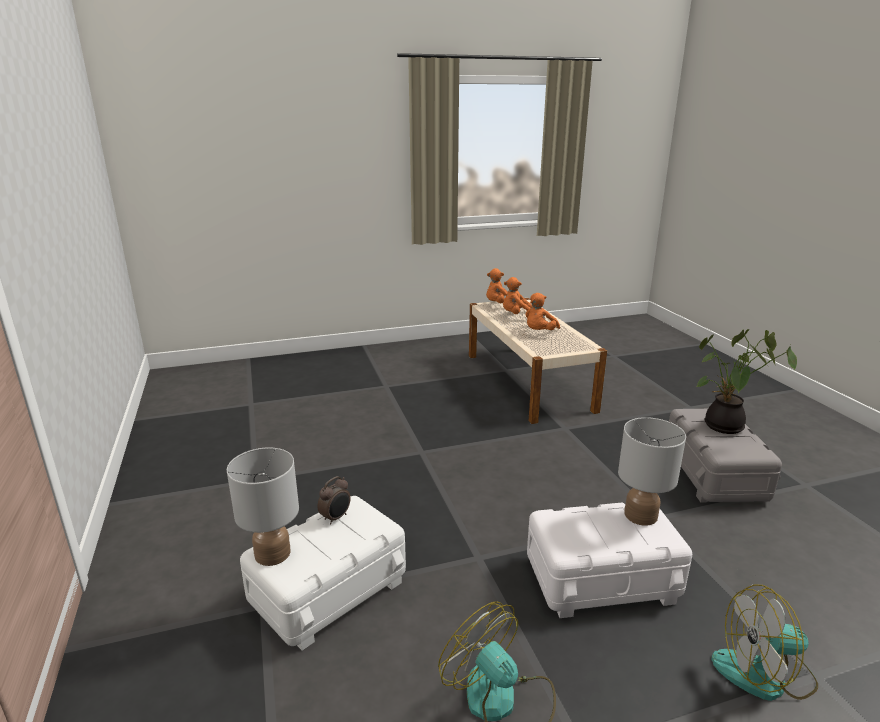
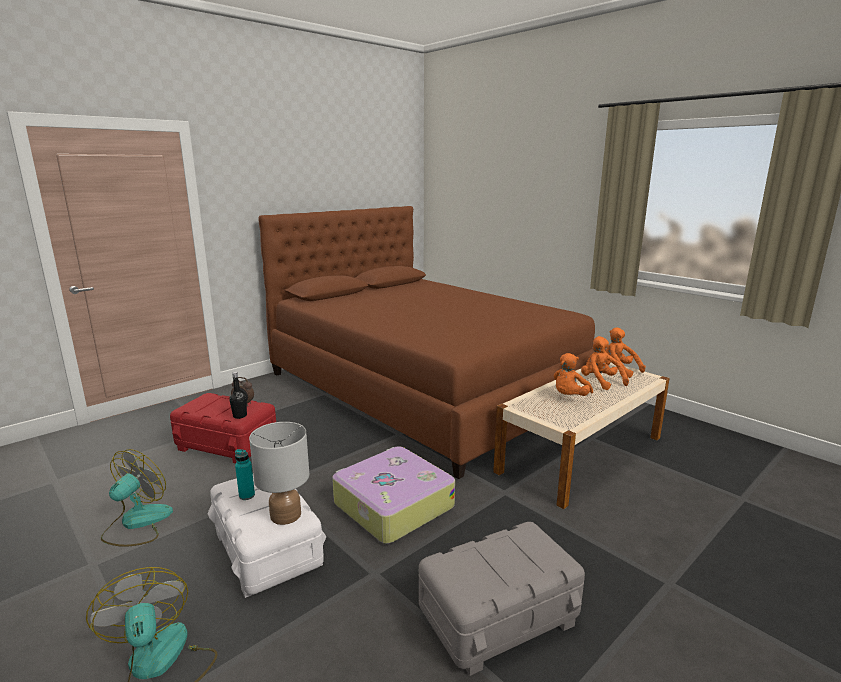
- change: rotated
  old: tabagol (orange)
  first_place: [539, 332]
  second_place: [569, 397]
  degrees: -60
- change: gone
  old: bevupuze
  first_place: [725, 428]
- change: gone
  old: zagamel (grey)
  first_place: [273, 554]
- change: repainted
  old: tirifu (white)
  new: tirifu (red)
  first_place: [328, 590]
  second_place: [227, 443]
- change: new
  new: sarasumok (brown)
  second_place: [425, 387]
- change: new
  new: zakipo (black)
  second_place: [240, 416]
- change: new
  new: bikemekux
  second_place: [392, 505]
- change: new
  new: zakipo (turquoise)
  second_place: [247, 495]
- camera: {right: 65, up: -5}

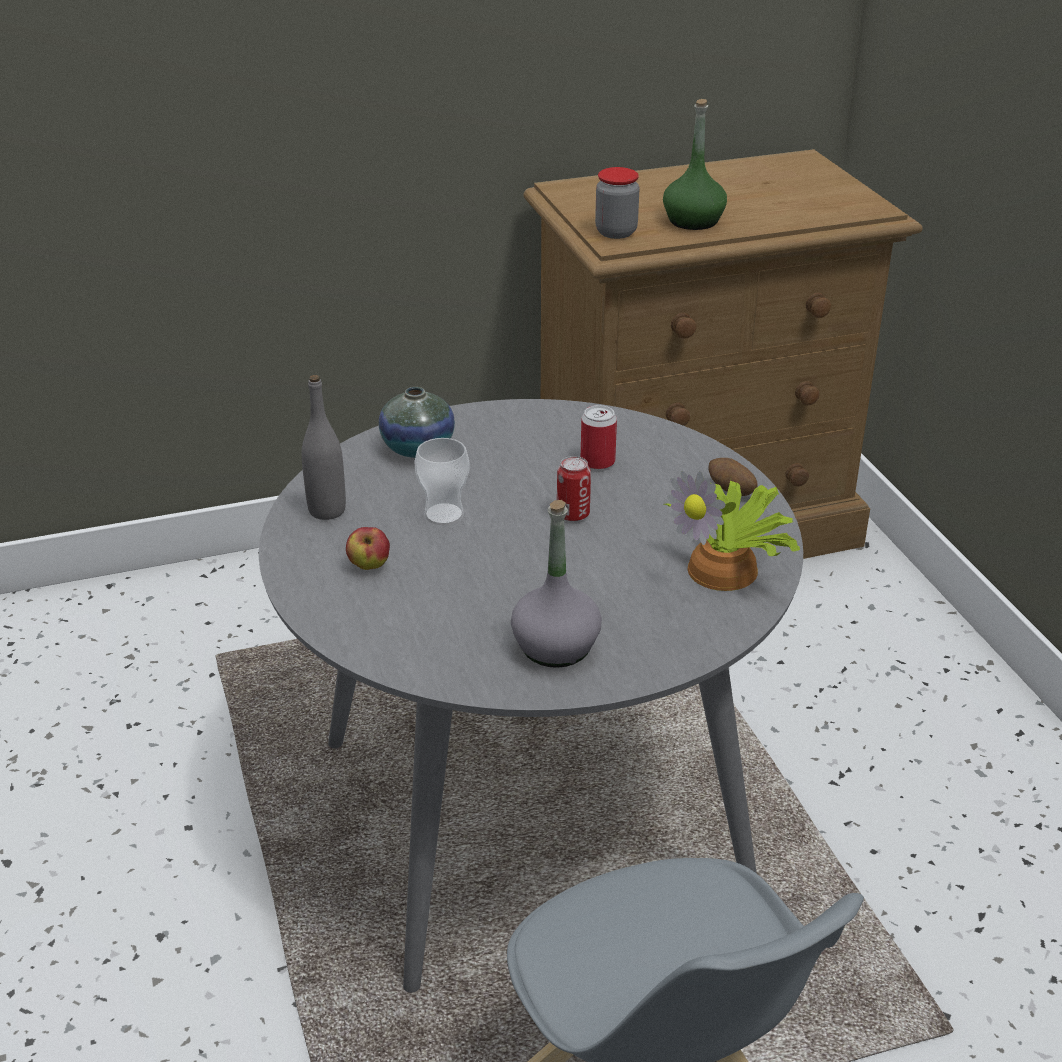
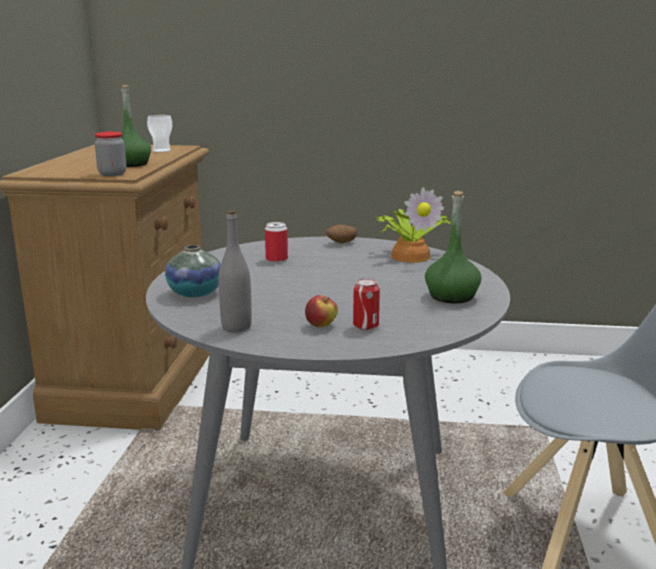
- change: shifted
  old: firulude
  first_place: [444, 515]
  second_place: [161, 151]
- change: shifted
  old: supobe
  first_place: [573, 514]
  second_place: [365, 326]
- change: repainted
  old: zakipo (grey)
  new: zakipo (green)
  first_place: [555, 647]
  second_place: [452, 296]
- camera: {right: -65, up: -15}

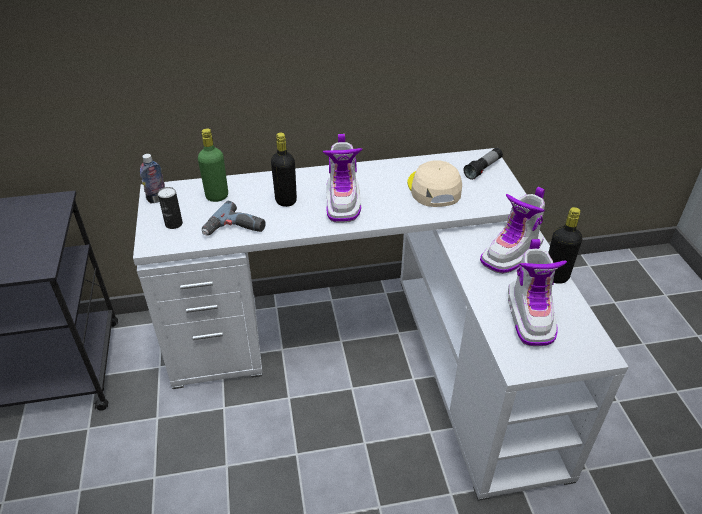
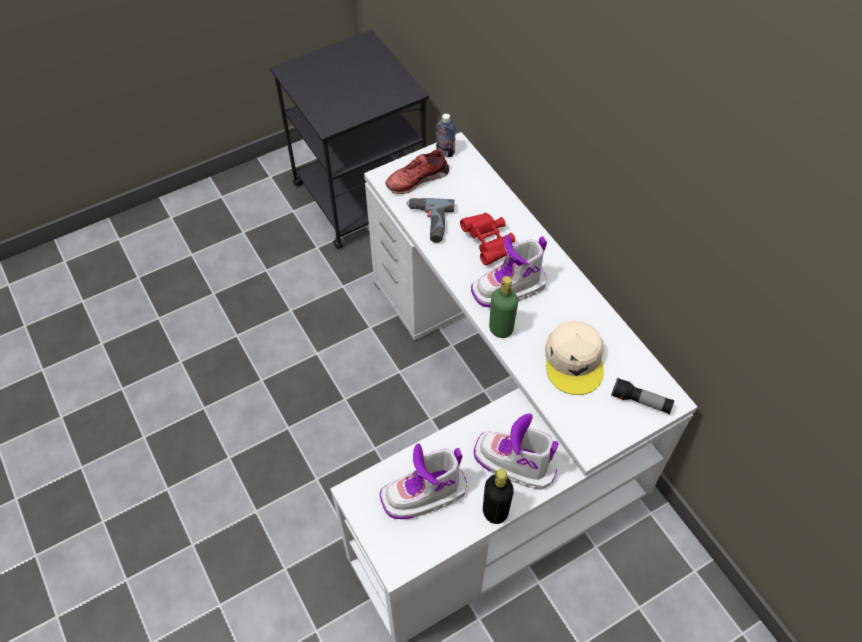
- change: shifted
  old: zakipo (green)
  first_place: [217, 196]
  second_place: [501, 329]
- change: swapped
  old: zakipo (black)
  new: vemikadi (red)
  first_place: [286, 201]
  second_place: [489, 243]
- change: rotated
  old: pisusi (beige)
  first_place: [433, 188]
  second_place: [574, 361]
  degrees: 120
- change: swapped
  old: supobe
  new: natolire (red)
  first_place: [174, 224]
  second_place: [417, 178]
- camera: {right: 70, up: 15}

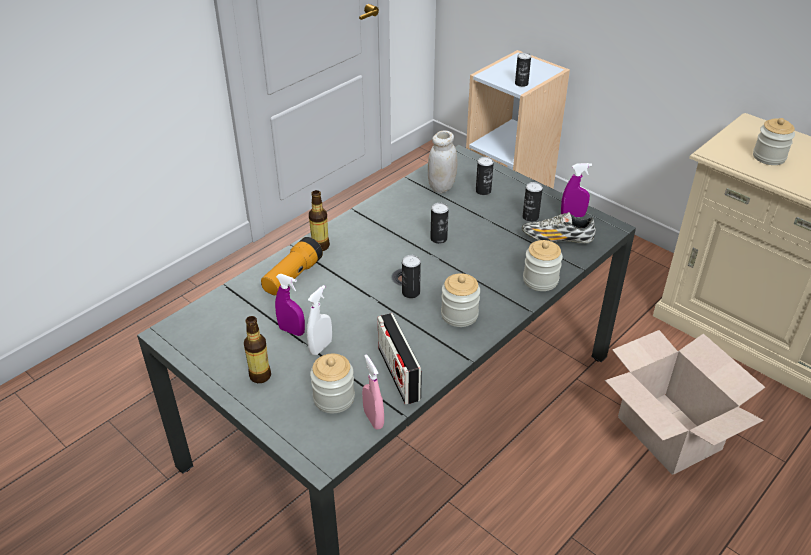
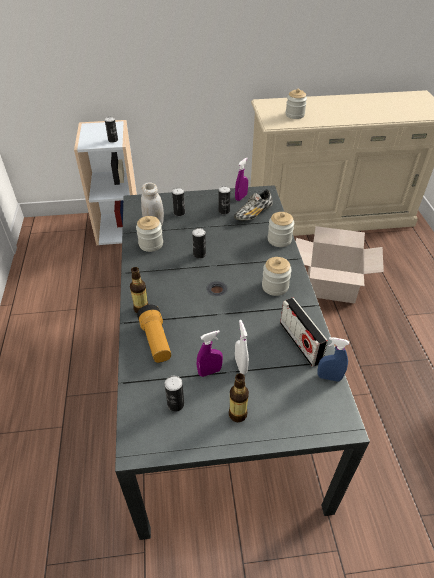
- change: shifted
  old: supobe
  first_place: [411, 292]
  second_place: [175, 404]
- change: rotated
  old: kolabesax
  first_place: [398, 374]
  second_place: [300, 342]
  degrees: 45
- change: shifted
  old: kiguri
  first_place: [334, 398]
  second_place: [151, 244]
- change: repainted
  old: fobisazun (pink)
  new: fobisazun (blue)
  first_place: [373, 419]
  second_place: [329, 377]
- camera: {right: -50, up: 5}

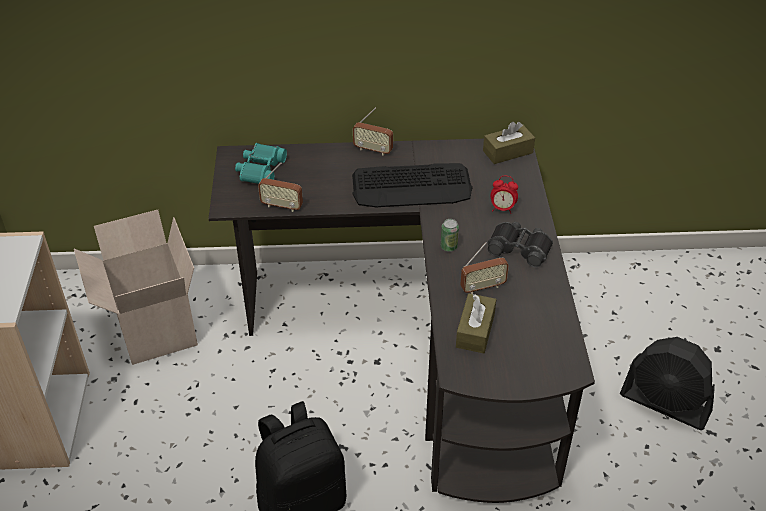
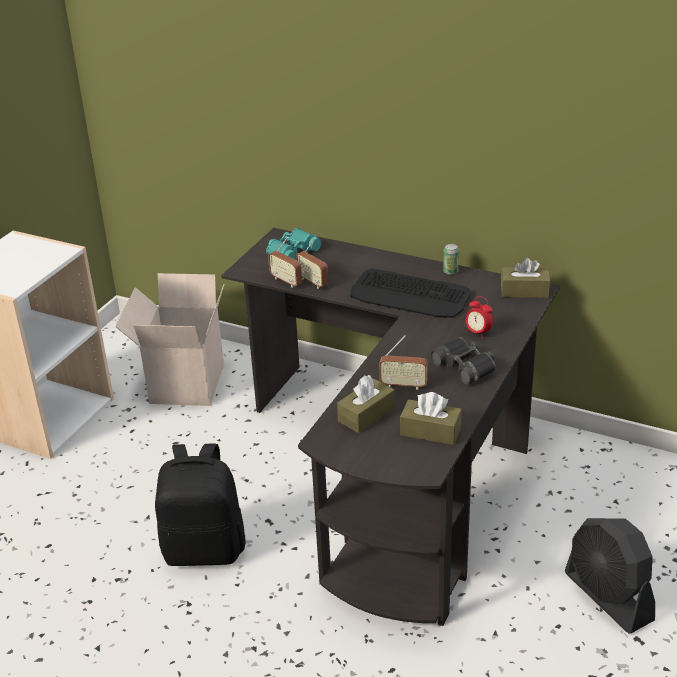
- change: shifted
  old: kolabesax
  first_place: [373, 150]
  second_place: [313, 282]
- change: shifted
  old: supobe
  first_place: [448, 247]
  second_place: [450, 271]
- change: new
  new: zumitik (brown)
  second_place: [430, 431]
- camera: {right: 30, up: -10}

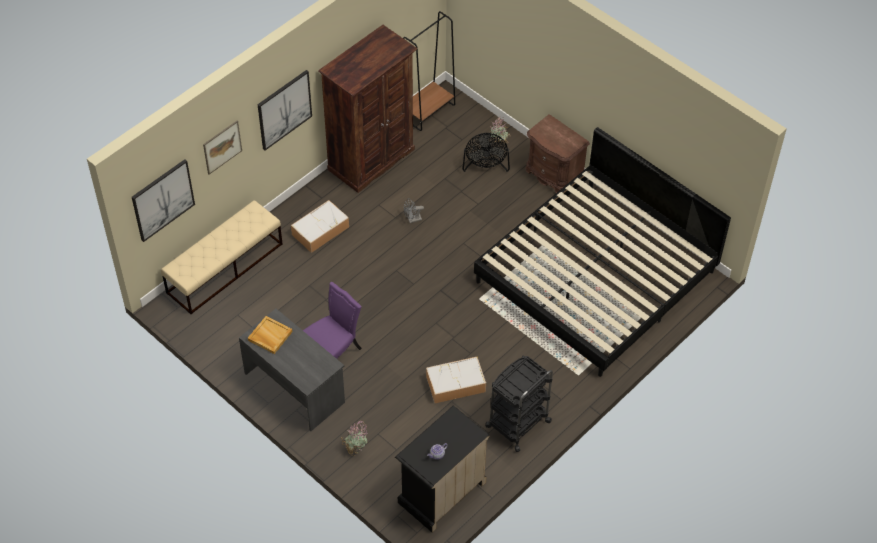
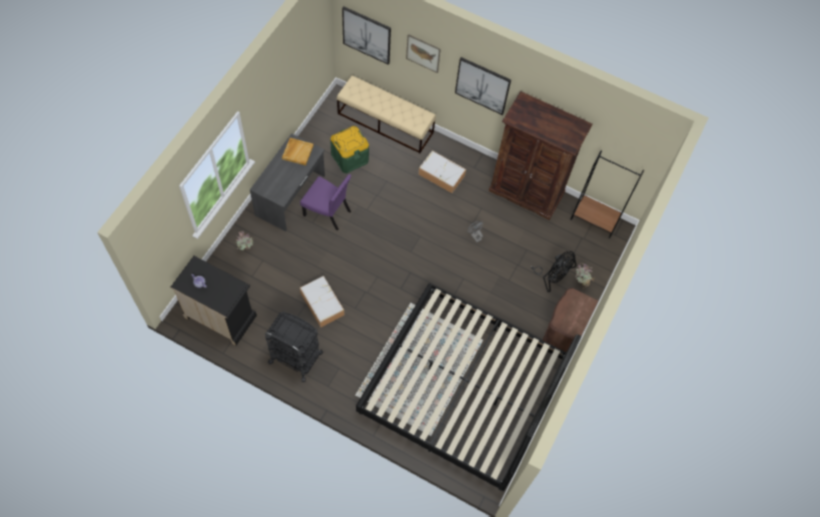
- change: rotated
  old: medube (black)
  first_place: [483, 164]
  second_place: [553, 275]
  degrees: -120
- change: new
  new: tirifu (green)
  second_place: [350, 158]
- camera: {right: 70, up: 10}

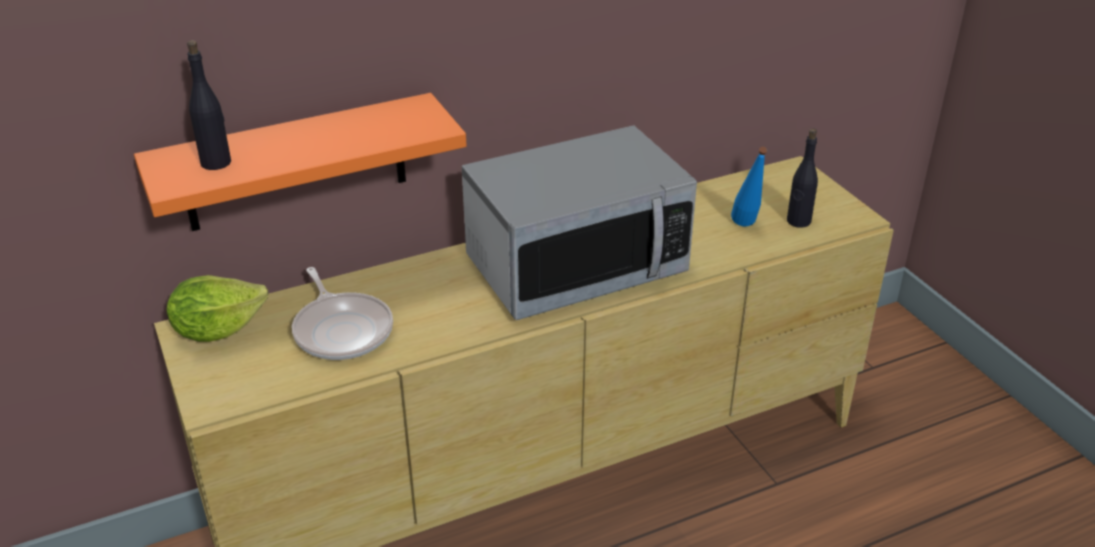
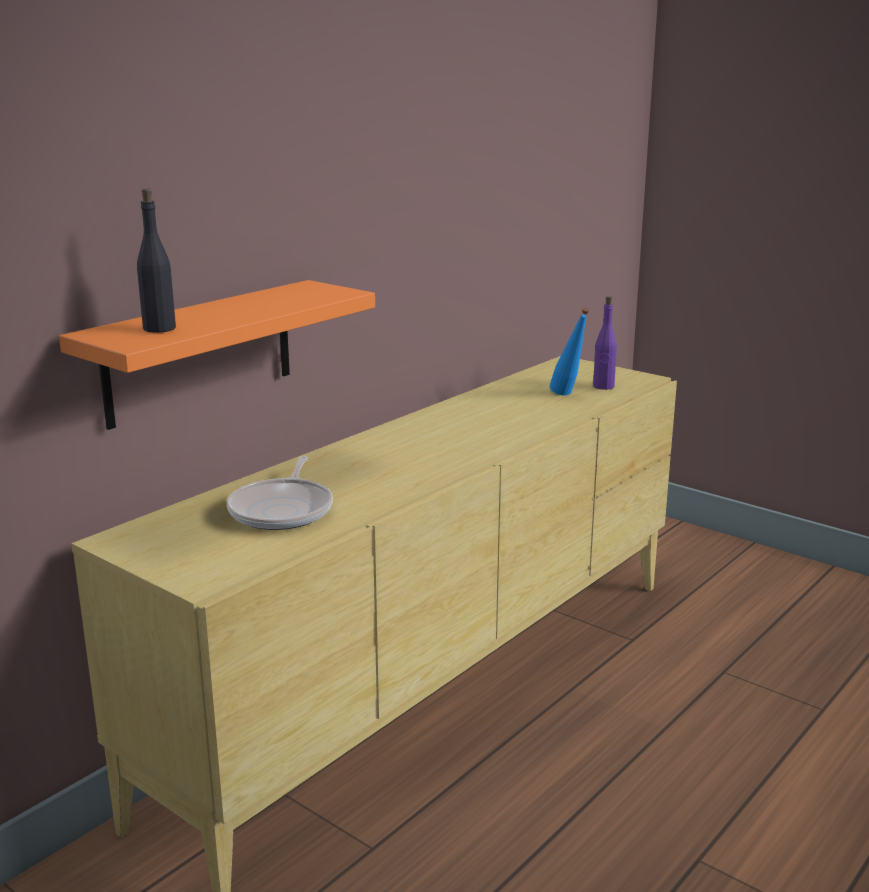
- change: gone
  old: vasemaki
  first_place: [576, 266]
- change: repainted
  old: zakipo (black)
  new: zakipo (purple)
  first_place: [798, 221]
  second_place: [603, 386]
- change: rotated
  old: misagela
  first_place: [342, 330]
  second_place: [283, 510]
  degrees: 60
- change: gone
  old: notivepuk
  first_place: [217, 329]
- camera: {right: -25, up: -15}

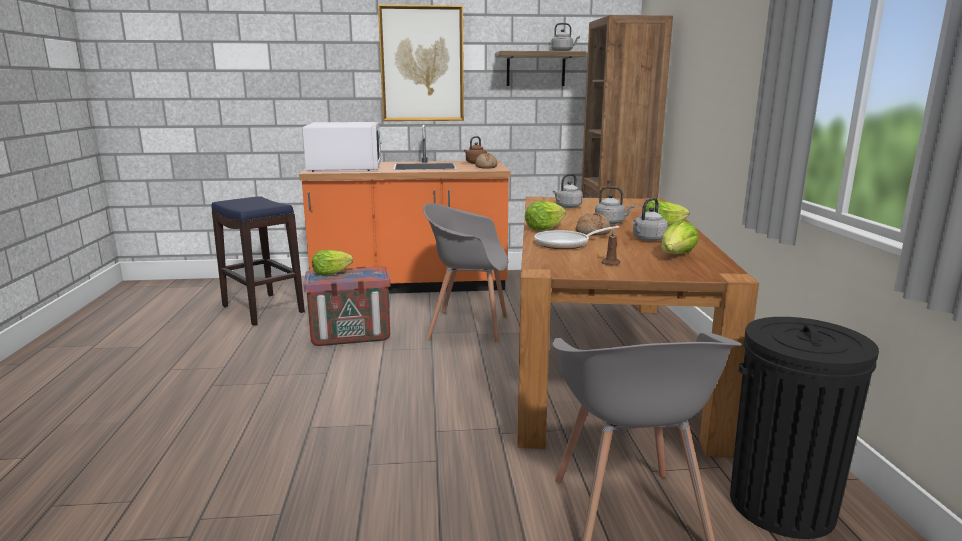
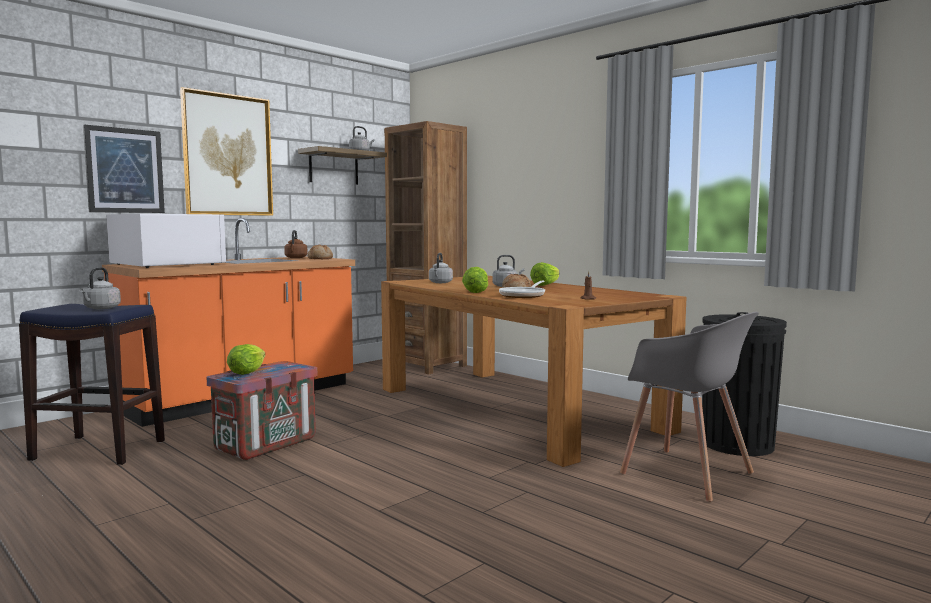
- change: shifted
  old: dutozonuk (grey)
  first_place: [648, 239]
  second_place: [101, 308]
- change: gone
  old: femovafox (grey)
  first_place: [467, 327]
- change: gone
  old: notivepuk
  first_place: [676, 256]
- change: new
  new: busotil
  second_place: [124, 170]
- camera: {right: -40, up: -10}

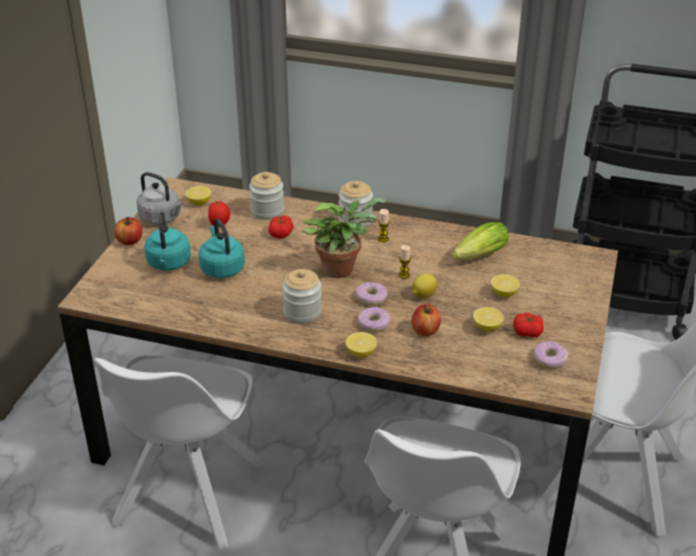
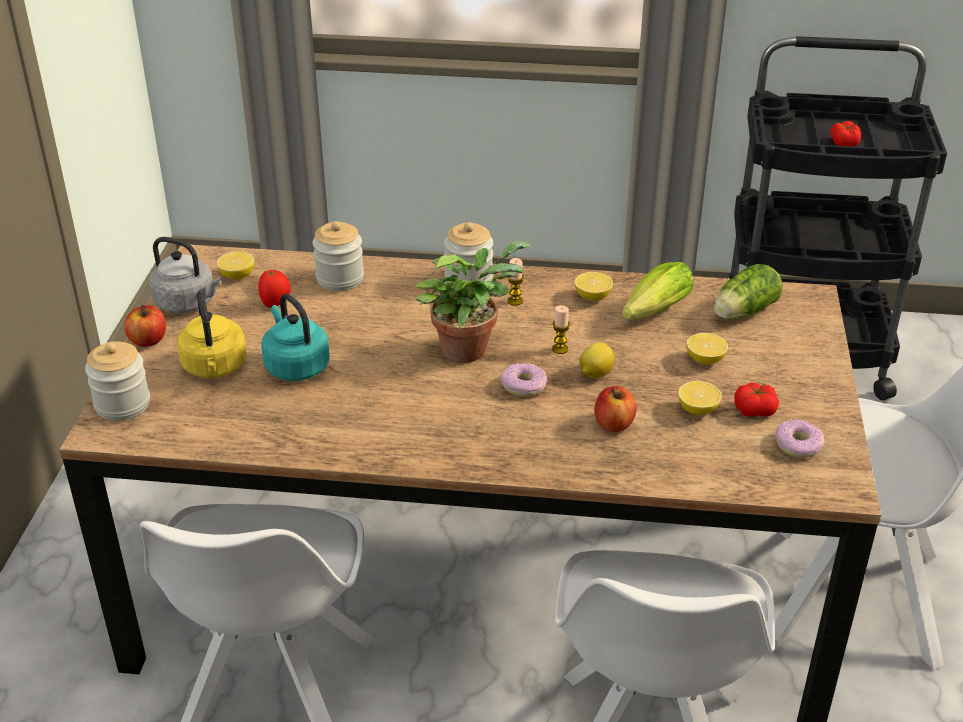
- change: repainted
  old: dutozonuk (turquoise)
  new: dutozonuk (yellow)
  first_place: [169, 264]
  second_place: [215, 368]
- change: shifted
  old: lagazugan
  first_place: [281, 233]
  second_place: [844, 143]
- change: shifted
  old: kiguri
  first_place: [302, 312]
  second_place: [122, 404]
- change: gone
  old: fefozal
  first_place: [373, 324]
- change: shifted
  old: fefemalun
  first_place: [361, 353]
  second_place: [592, 297]
- change: new
  new: notivepuk
  second_place: [742, 312]
- camera: {right: -10, up: 0}

